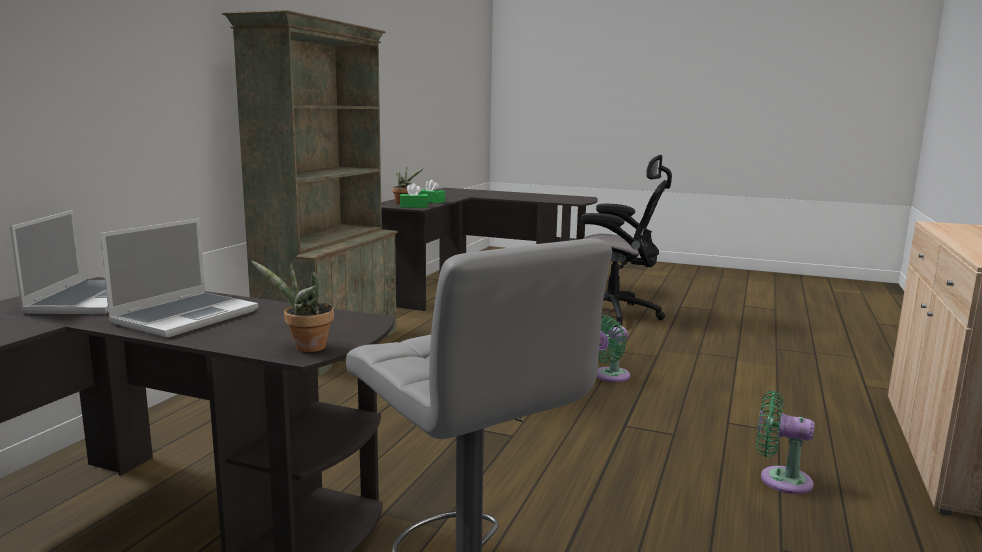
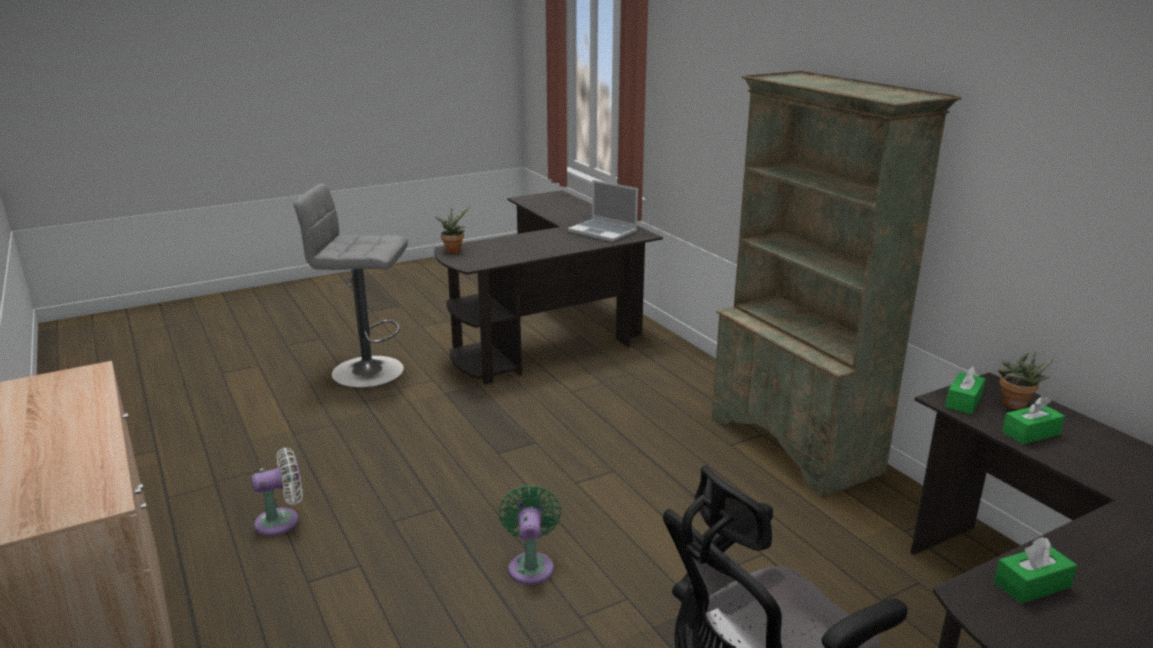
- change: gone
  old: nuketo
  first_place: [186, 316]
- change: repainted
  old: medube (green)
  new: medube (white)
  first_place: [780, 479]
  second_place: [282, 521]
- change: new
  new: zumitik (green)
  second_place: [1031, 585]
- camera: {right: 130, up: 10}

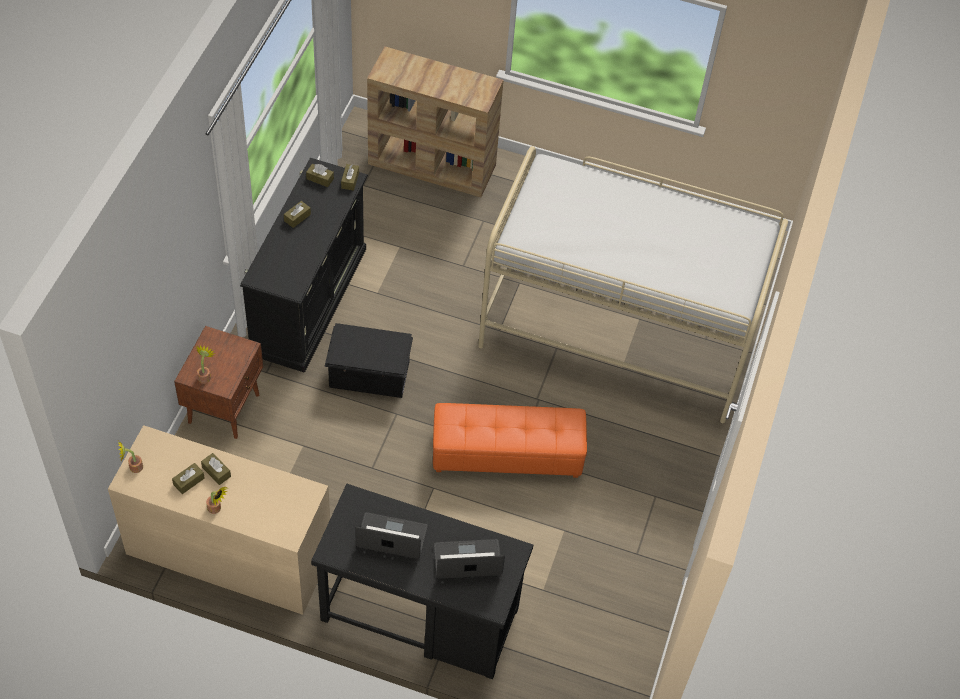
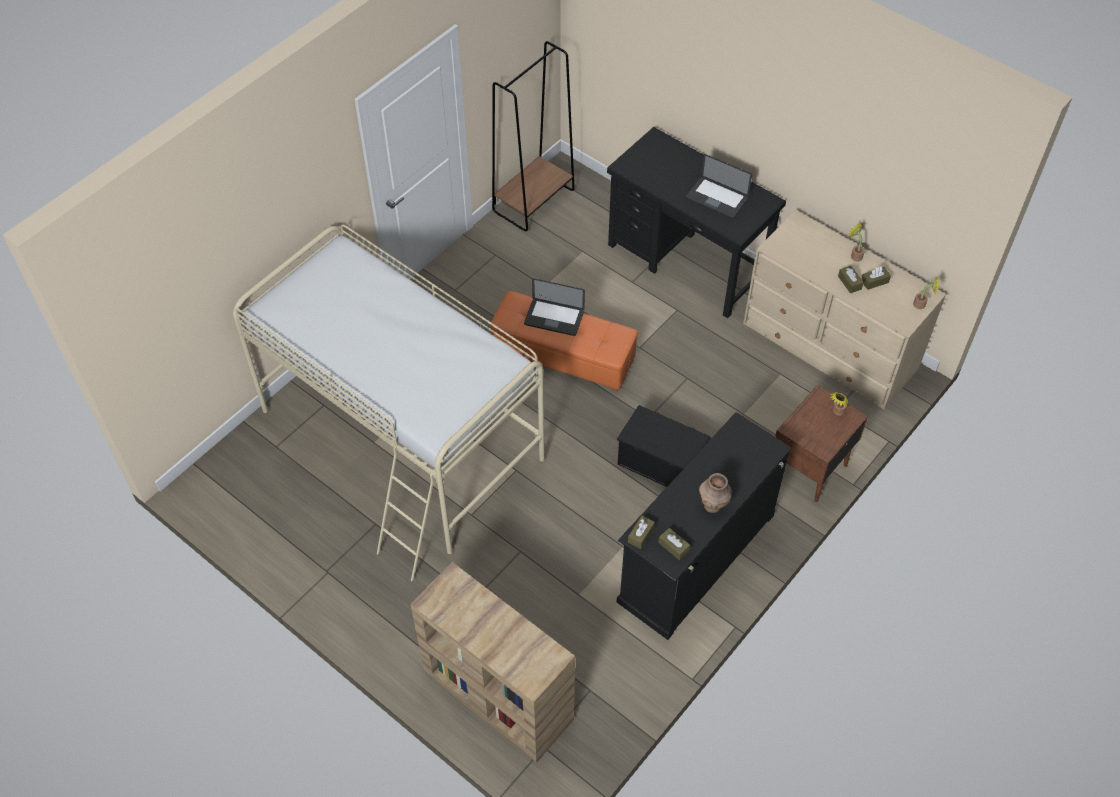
- change: swapped
  old: zumitik (brown)
  new: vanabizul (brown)
  first_place: [297, 217]
  second_place: [713, 505]
- change: shifted
  old: nuketo
  first_place: [467, 560]
  second_place: [554, 318]
- change: new
  new: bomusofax
  second_place: [533, 201]
- camera: {right: -155, up: 0}

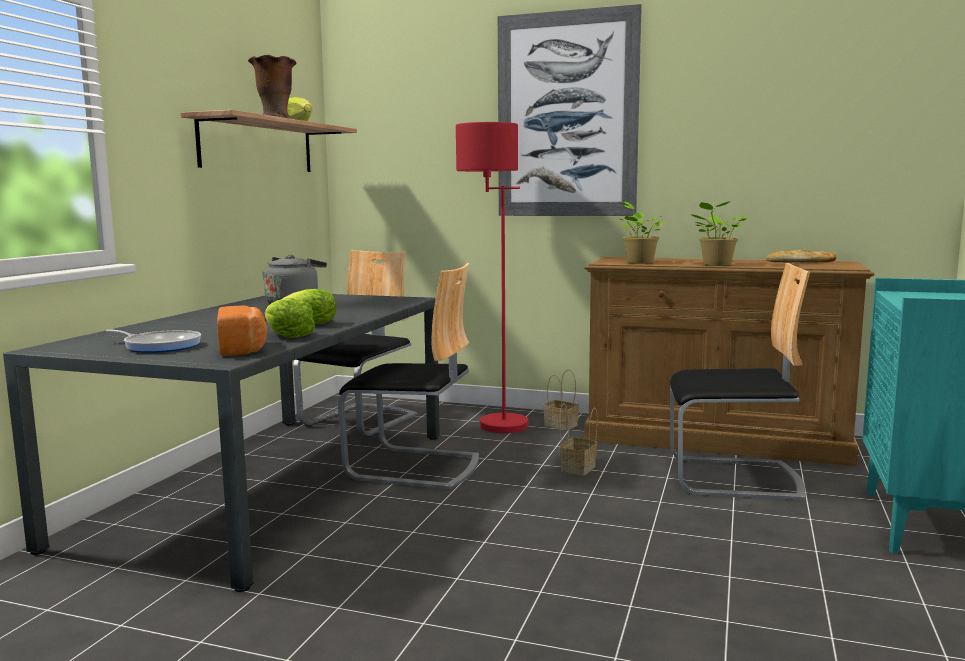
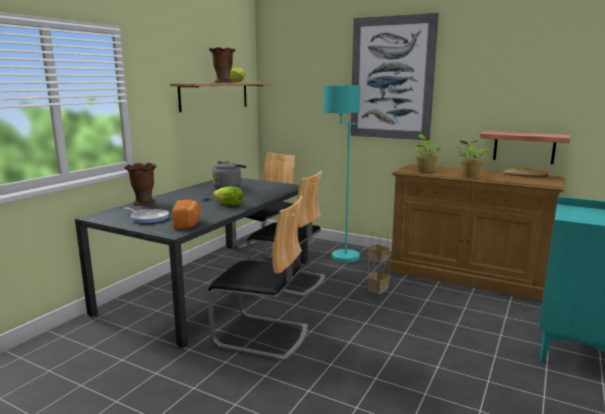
- change: repainted
  old: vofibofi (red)
  new: vofibofi (turquoise)
  first_place: [493, 422]
  second_place: [340, 254]
- change: shifted
  old: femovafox
  first_place: [733, 478]
  second_place: [262, 336]
- change: gone
  old: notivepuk
  first_place: [288, 336]
- change: new
  new: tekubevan
  second_place: [524, 147]
- change: new
  new: vanabizul (brown)
  second_place: [144, 203]
- camera: {right: 10, up: 5}

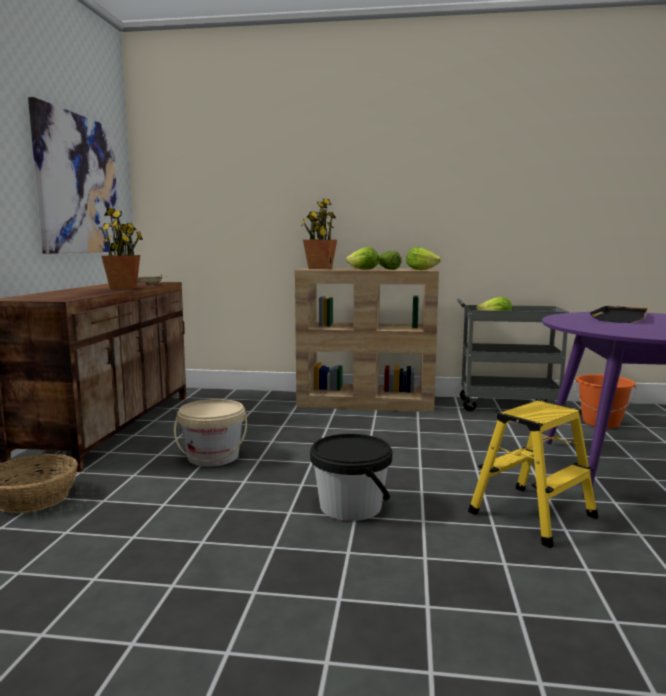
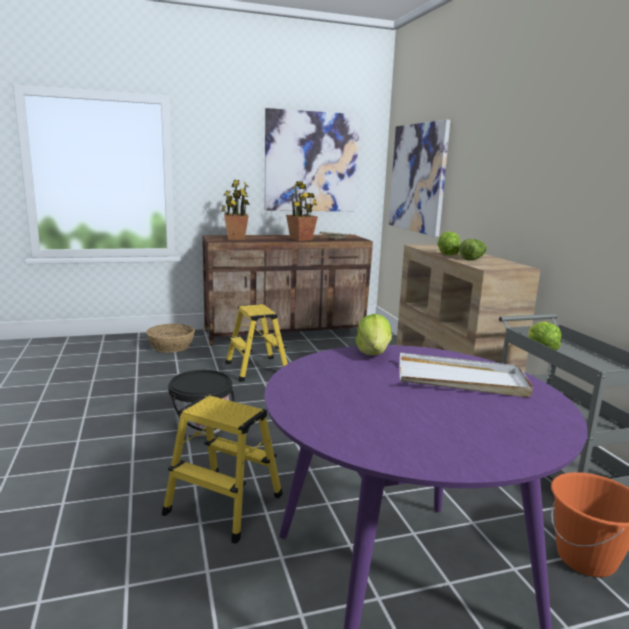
- change: shifted
  old: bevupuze
  first_place: [320, 268]
  second_place: [235, 238]
- change: shifted
  old: notivepuk
  first_place: [421, 270]
  second_place: [373, 353]
- change: repainted
  old: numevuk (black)
  new: numevuk (white)
  first_place: [620, 317]
  second_place: [461, 380]
- change: swapped
  old: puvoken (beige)
  new: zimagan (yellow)
  first_place: [213, 457]
  second_place: [257, 369]
- change: new
  new: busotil
  second_place: [418, 178]
- camera: {right: 65, up: 5}

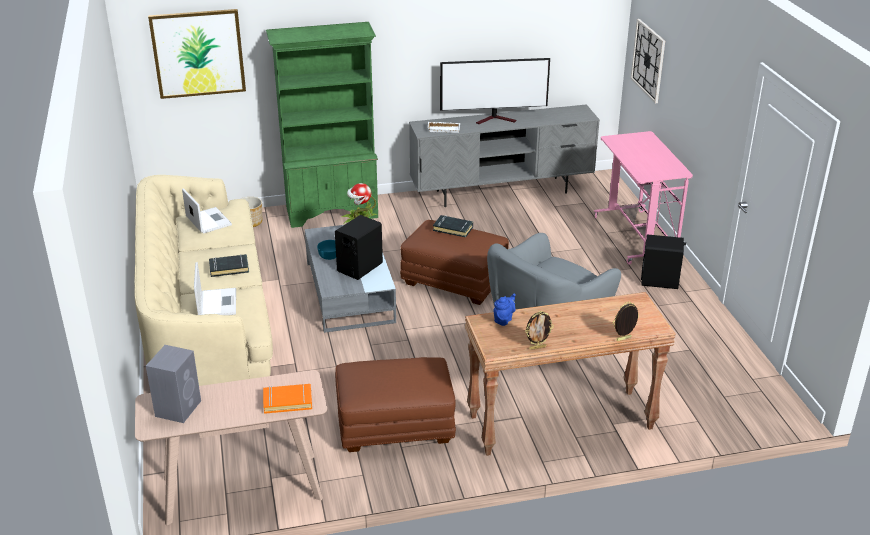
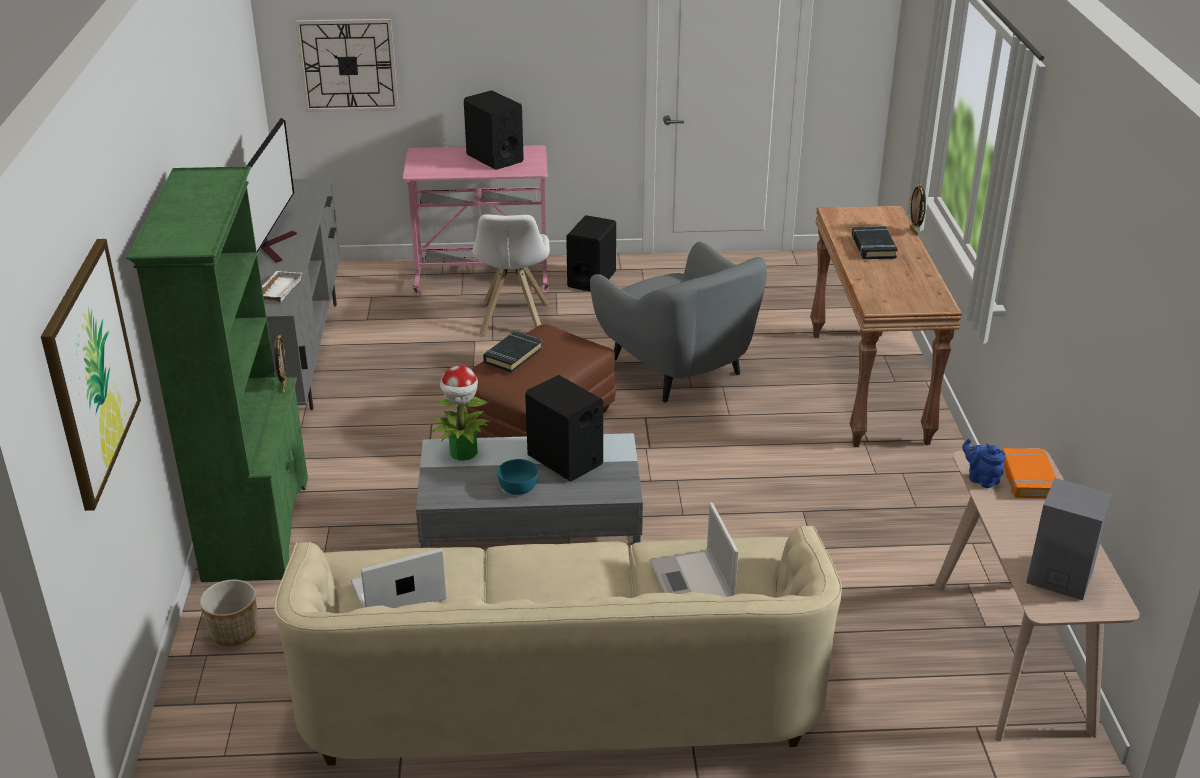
- change: shifted
  old: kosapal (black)
  first_place: [229, 268]
  second_place: [873, 247]
- change: rotated
  old: nuketo
  first_place: [217, 302]
  second_place: [692, 582]
  degrees: -105
- change: shifted
  old: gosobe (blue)
  first_place: [504, 319]
  second_place: [981, 479]
- change: shifted
  old: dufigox
  first_place: [537, 347]
  second_place: [284, 386]
- change: gone
  old: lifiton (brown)
  first_place: [395, 426]
- change: new
  new: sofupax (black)
  second_place: [494, 158]
- change: new
  new: femovafox (white)
  second_place: [513, 320]
- camera: {right: -80, up: 0}

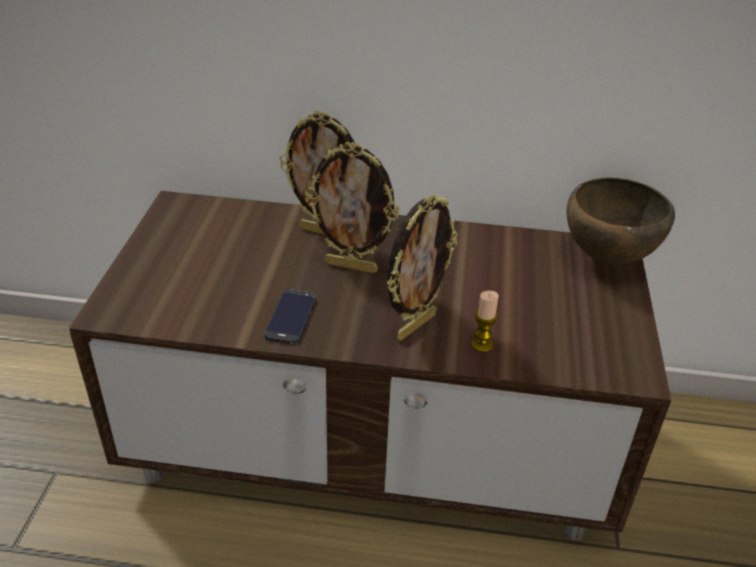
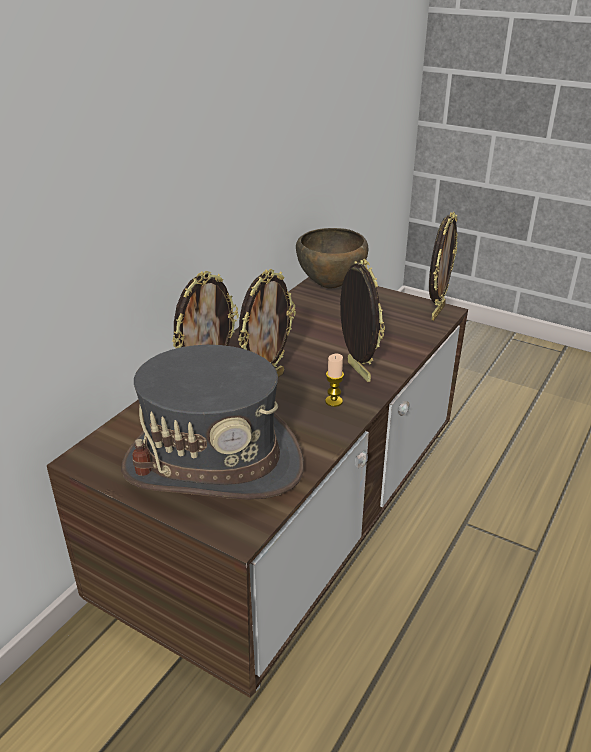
- change: gone
  old: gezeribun
  first_place: [290, 316]
- change: shifted
  old: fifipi
  first_place: [481, 345]
  second_place: [333, 401]
- change: new
  new: dufigox
  second_place: [436, 312]
- change: new
  new: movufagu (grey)
  second_place: [213, 464]
- camera: {right: -65, up: -5}

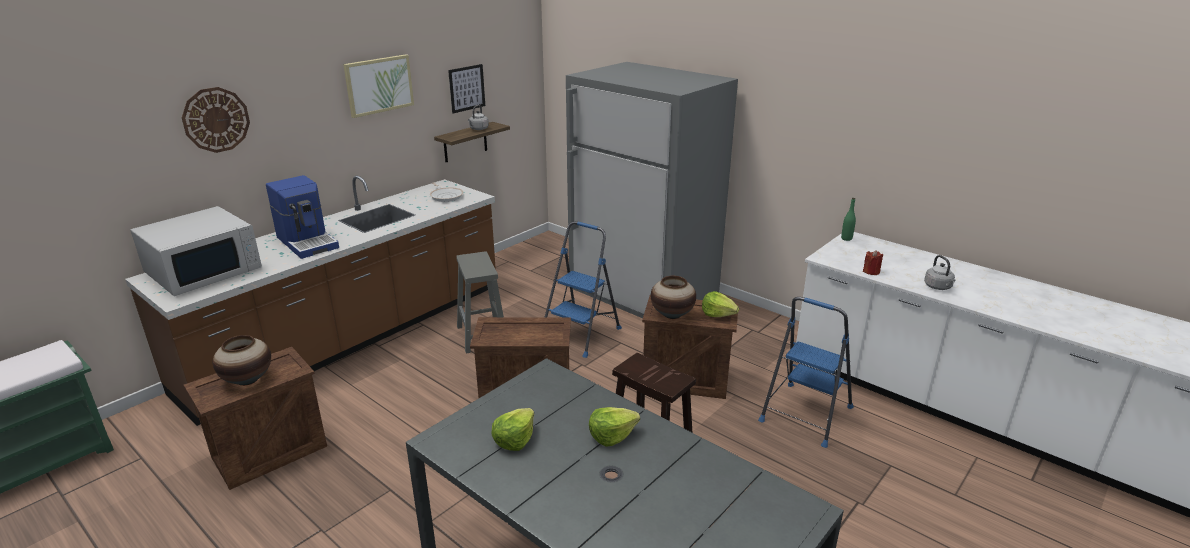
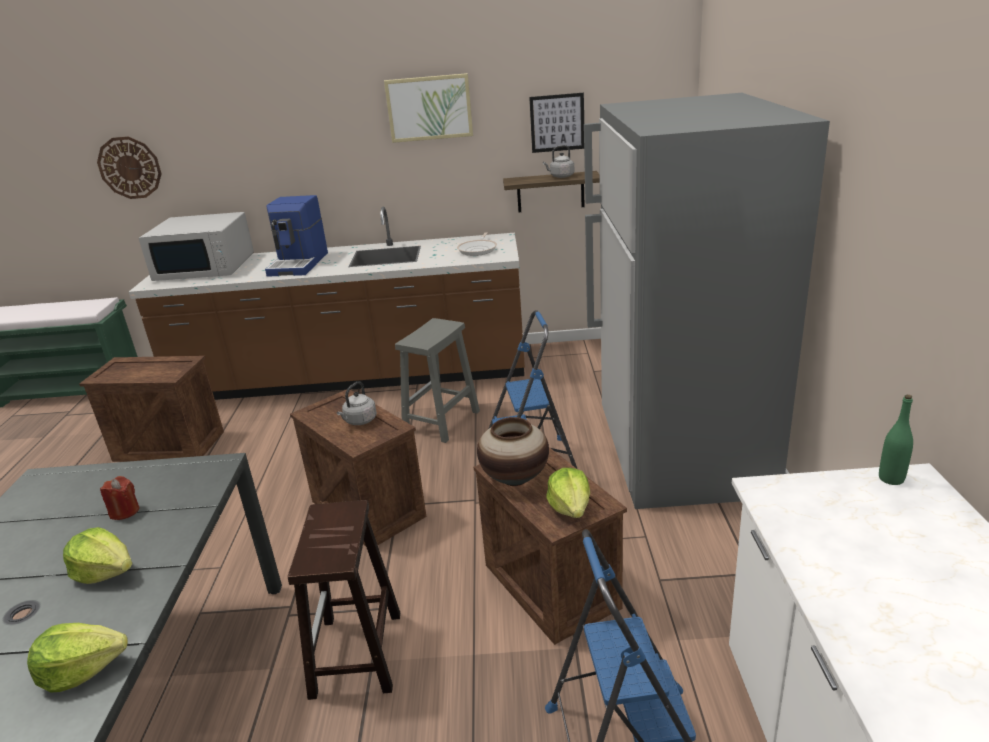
- change: shifted
  old: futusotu
  first_place: [216, 120]
  second_place: [130, 168]
- change: shifted
  old: fifipi (red)
  first_place: [871, 272]
  second_place: [125, 511]
- change: shifted
  old: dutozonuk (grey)
  first_place: [938, 287]
  second_place: [359, 421]
- change: gone
  old: vanabizul
  first_place: [247, 380]
- change: shifted
  old: notivepuk
  first_place: [514, 439]
  second_place: [82, 670]
- camera: {right: 50, up: 0}

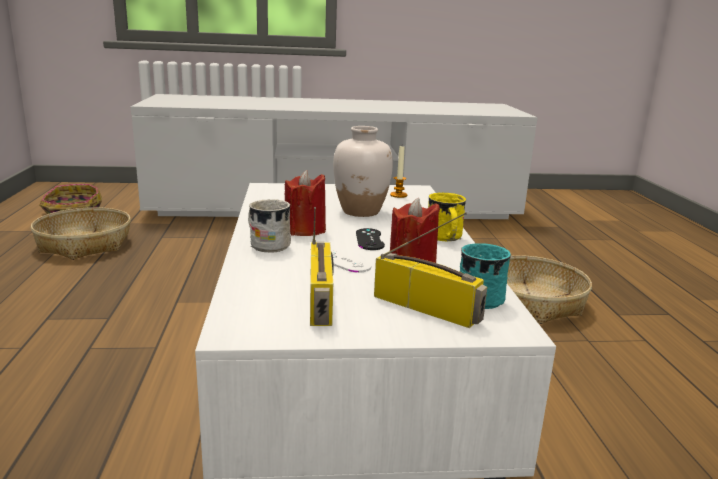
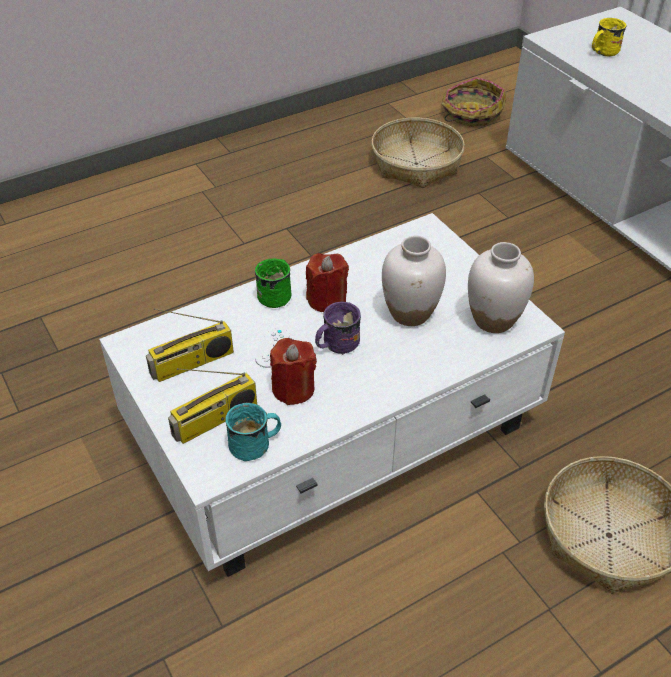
- change: swapped
  old: fifipi
  new: vanabizul (white)
  first_place: [398, 195]
  second_place: [493, 320]
- change: shifted
  old: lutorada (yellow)
  first_place: [444, 238]
  second_place: [602, 52]
- change: repainted
  old: lutorada (white)
  new: lutorada (green)
  first_place: [266, 244]
  second_place: [277, 294]
- change: rotated
  old: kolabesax
  first_place: [427, 308]
  second_place: [215, 420]
  degrees: 45
- change: swapped
  old: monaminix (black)
  new: lutorada (purple)
  first_place: [369, 239]
  second_place: [336, 345]
- camera: {right: 65, up: 25}

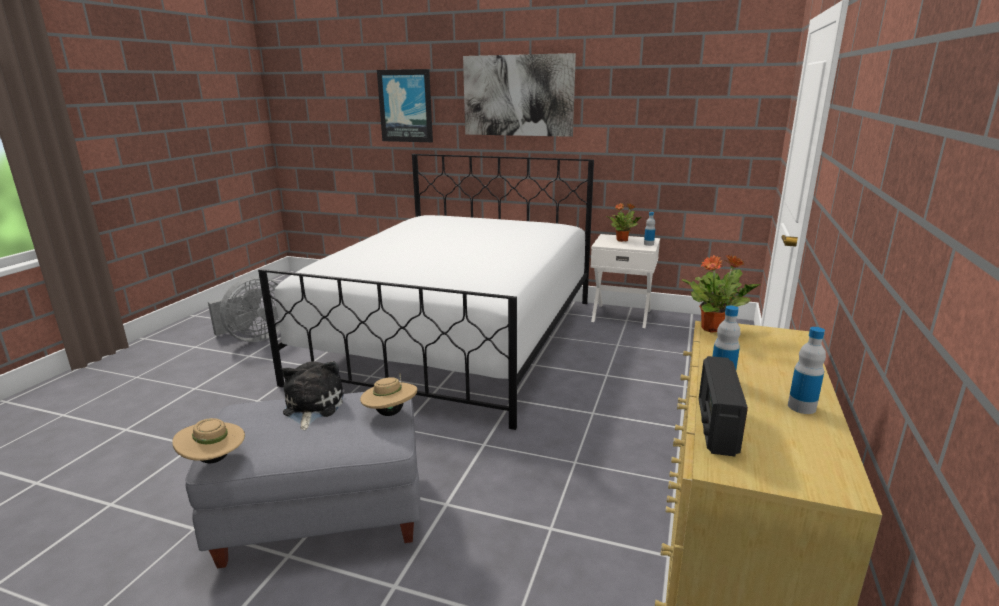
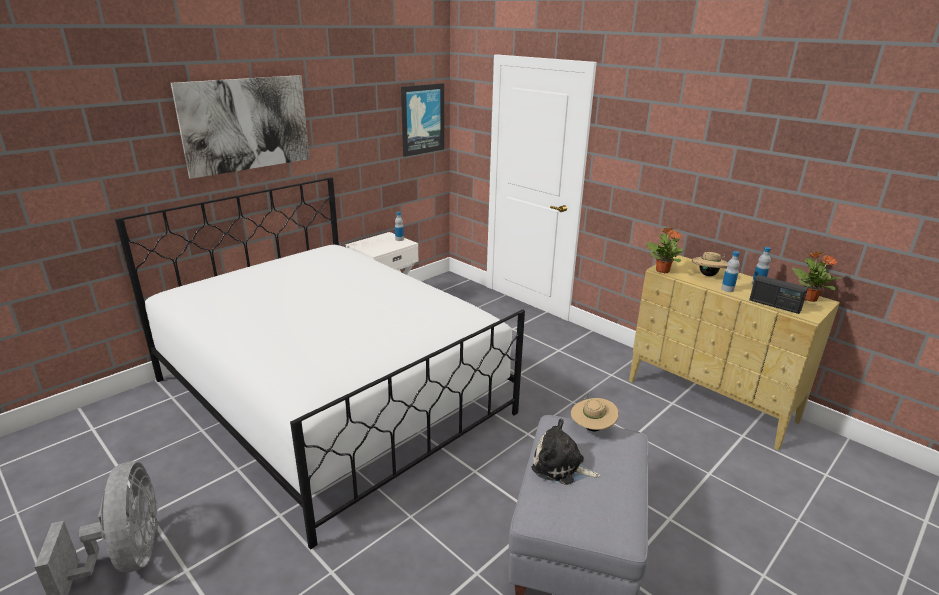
- change: shifted
  old: busotil
  first_place: [406, 106]
  second_place: [422, 119]
- change: shifted
  old: bevupuze
  first_place: [622, 240]
  second_place: [808, 298]
- change: shifted
  old: movufagu (beige)
  first_place: [214, 460]
  second_place: [708, 275]
- camera: {right: -65, up: 5}

